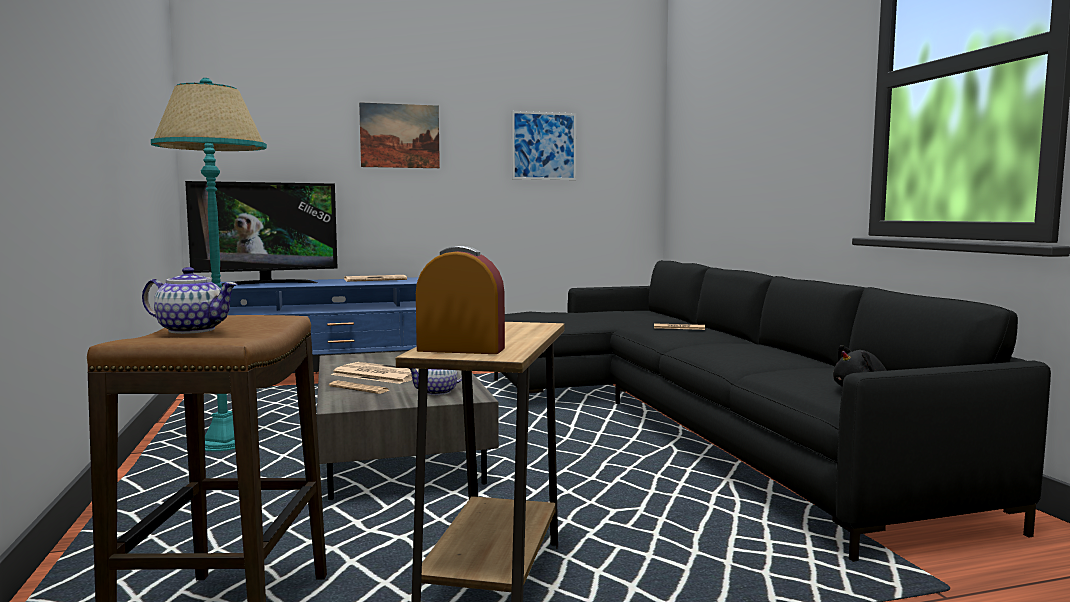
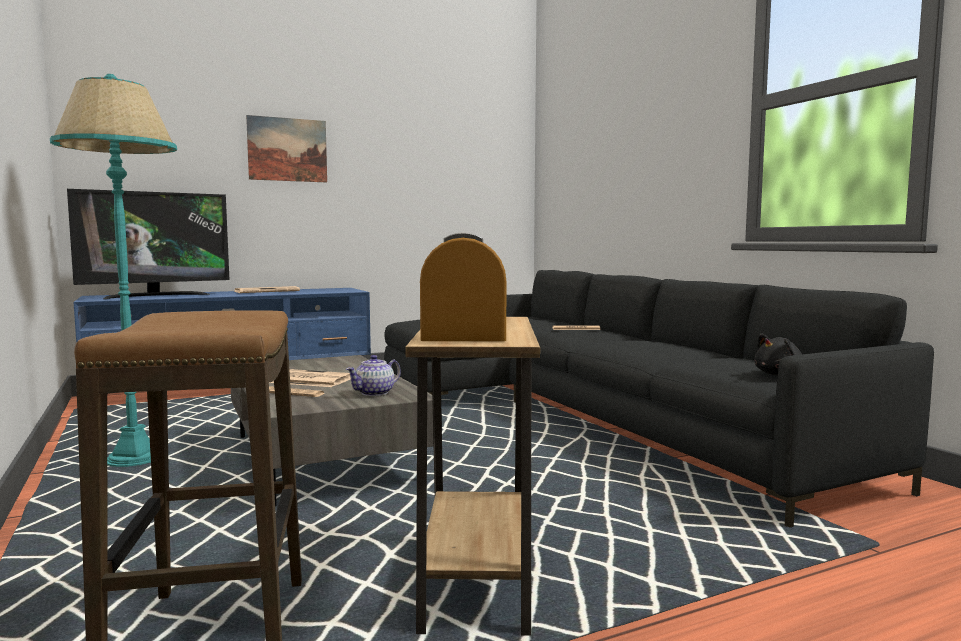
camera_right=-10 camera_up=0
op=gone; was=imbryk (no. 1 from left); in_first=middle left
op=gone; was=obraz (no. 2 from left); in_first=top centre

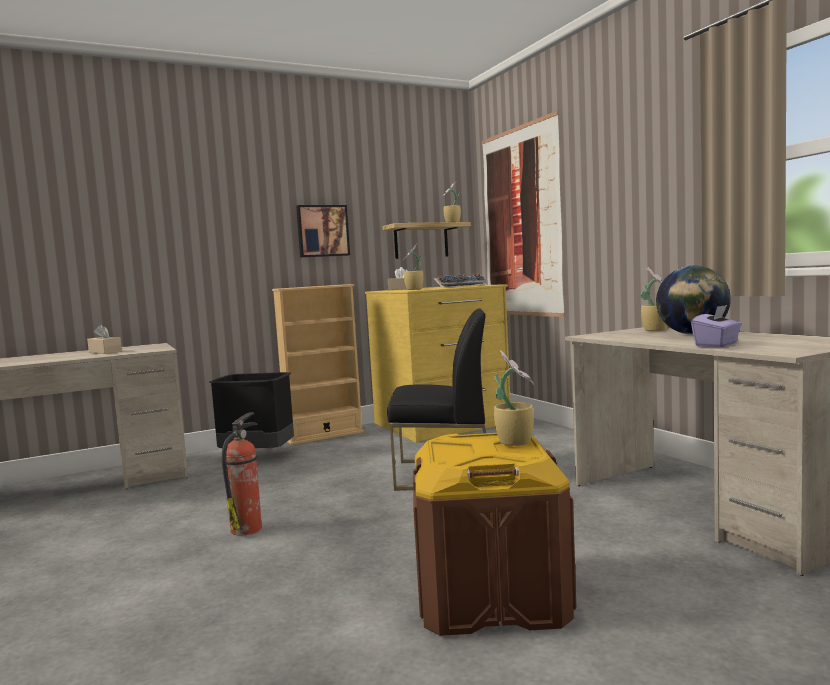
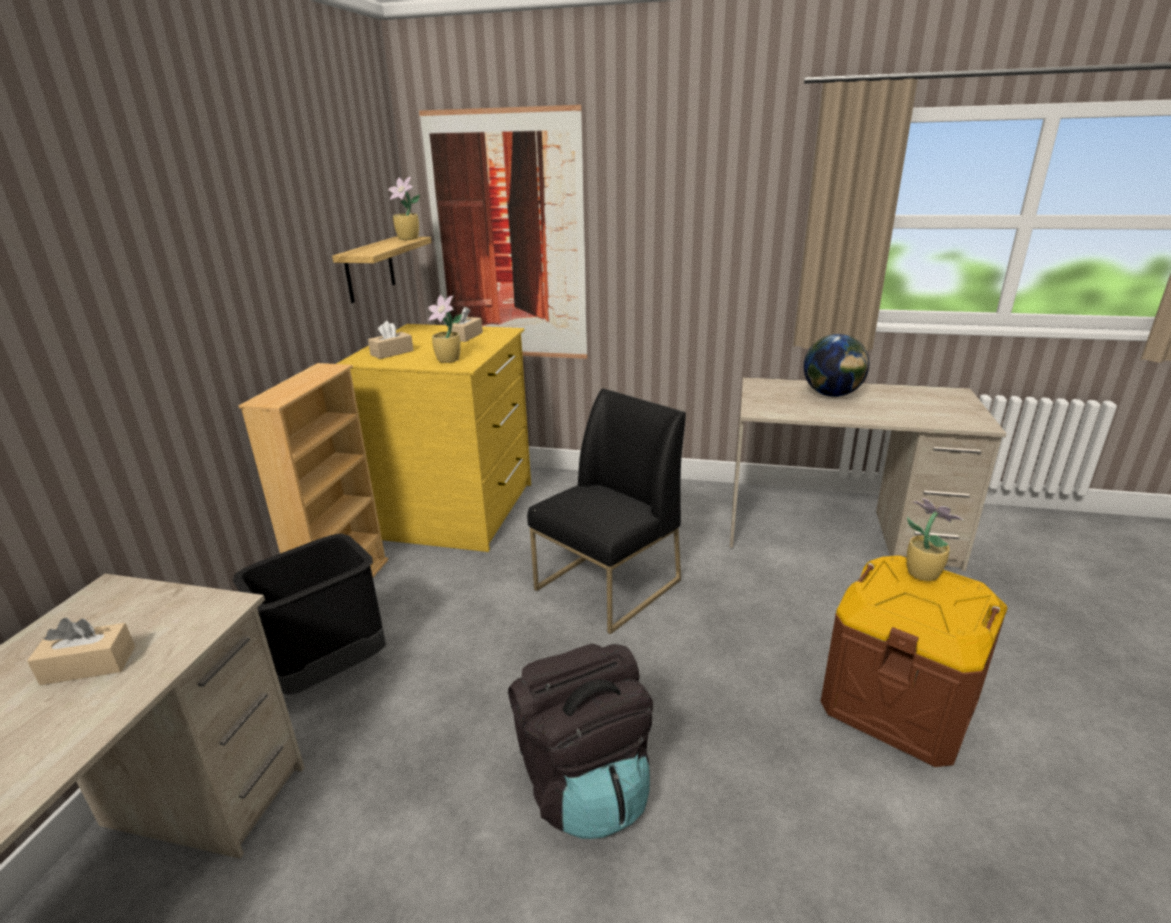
camera_right=-50 camera_up=20
op=swapped; was=klawiatura; now=pudełko chusteczek [beżowy] (no. 3 from left); in_first=centre; in_second=centre
op=swapped; was=gaśnica; now=plecak [czarny]; in_first=bottom left; in_second=bottom centre
op=gone; was=obraz (no. 1 from left); in_first=centre
op=gone; was=roślina doniczkowa (no. 4 from left); in_first=middle right
op=gone; was=pudełko chusteczek [fioletowy]; in_first=middle right

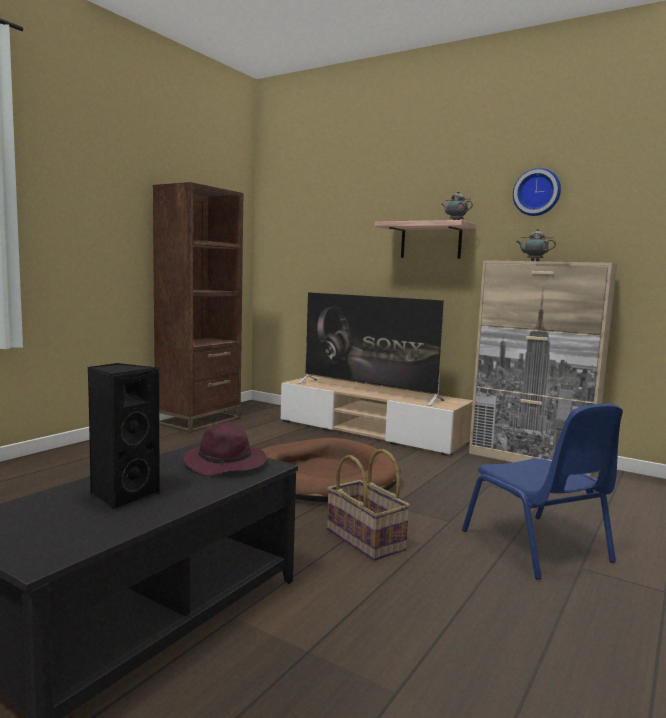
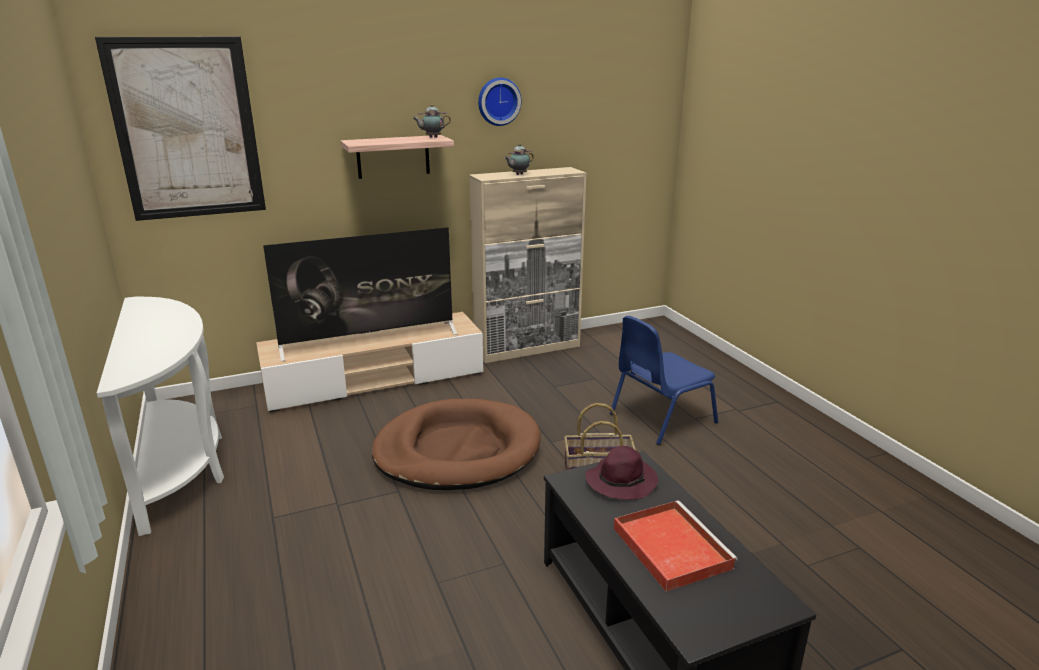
camera_right=-55 camera_up=15
op=new; now=obraz; in_second=top left
op=swapped; was=regał [brązowy]; now=stolik konsolowy [biały]; in_first=middle left; in_second=middle left
op=rotated; was=krzesło [niebieski]; in_first=bottom right; in_second=centre; clockwise=135
op=swapped; was=głośnik [czarny]; now=taca [czerwony]; in_first=middle left; in_second=bottom centre

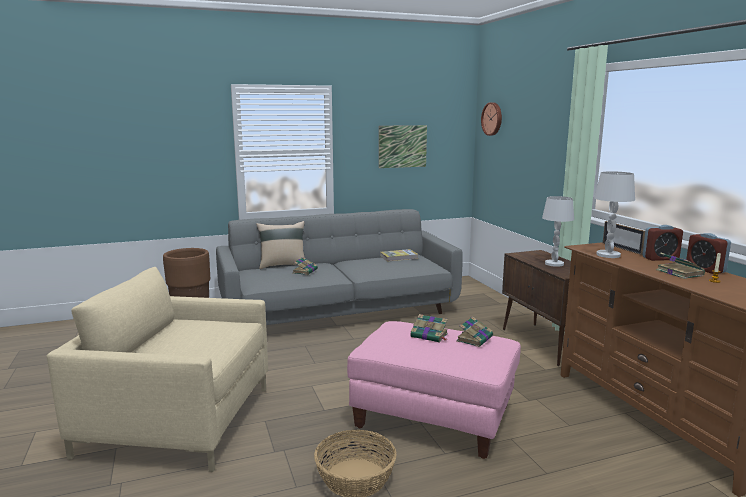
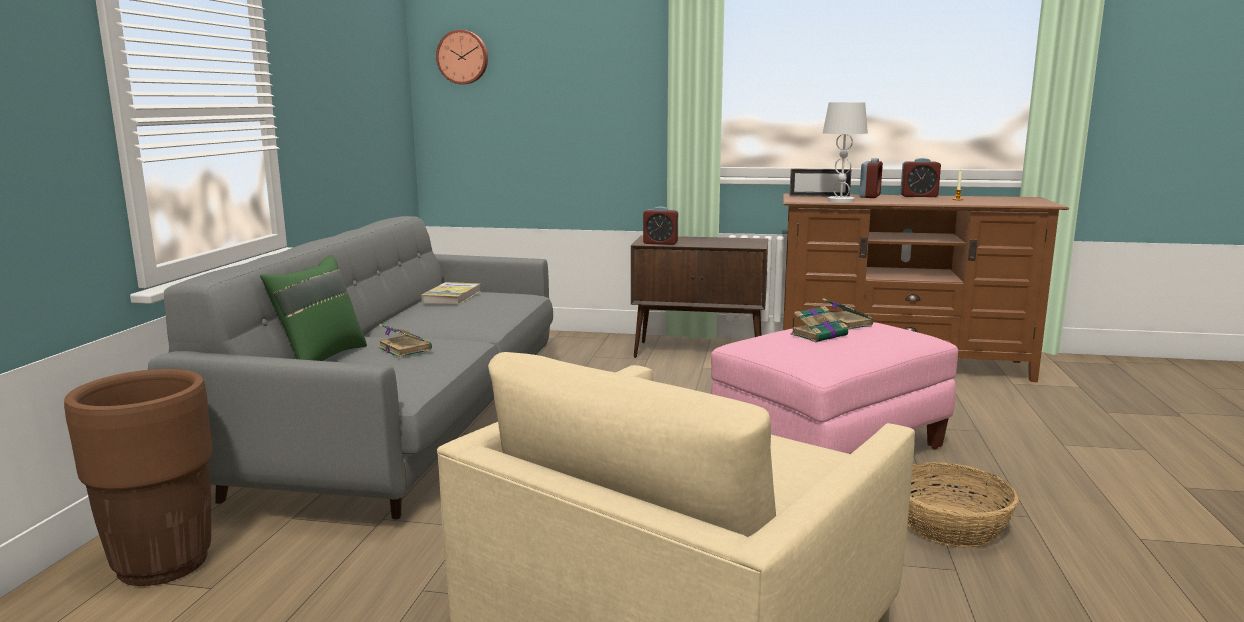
camera_right=-60 camera_up=0
op=repainted; was=poduszka [beżowy]; now=poduszka [zielony]; in_first=centre; in_second=middle left
op=new; now=budzik (no. 1 from left); in_second=centre
op=gone; was=obraz; in_first=top centre
op=gone; was=lampa stołowa [biały] (no. 1 from left); in_first=middle right
op=gone; was=książka (no. 5 from left); in_first=middle right

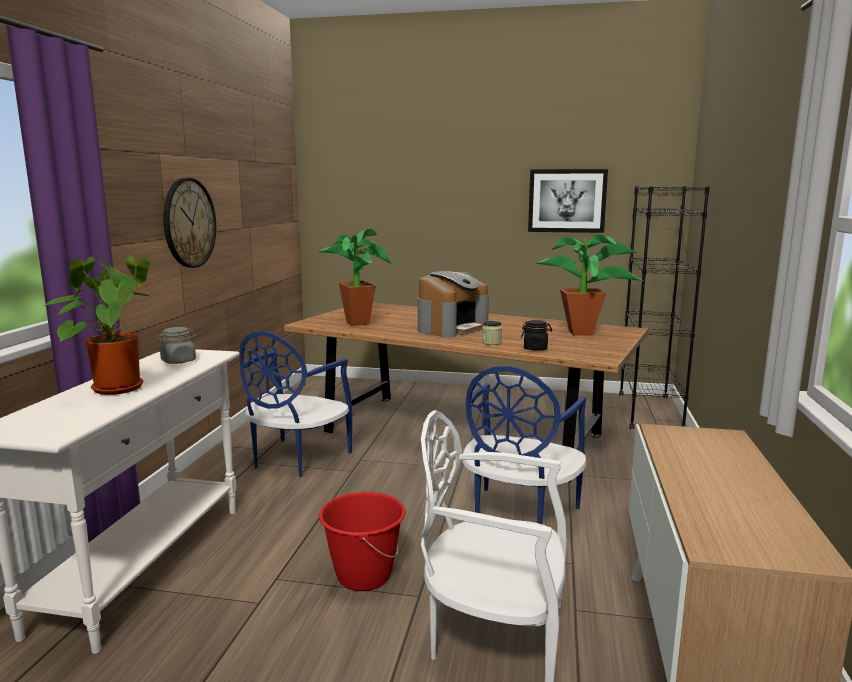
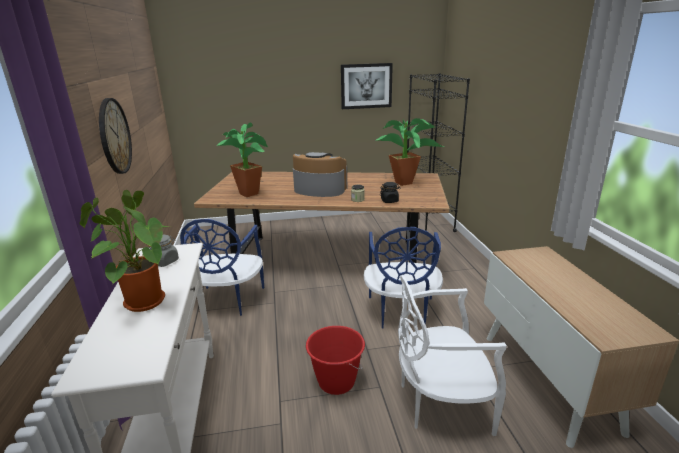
camera_right=-20 camera_up=10
op=rotated; was=ekspres do kawy; in_first=centre; in_second=centre; clockwise=-90

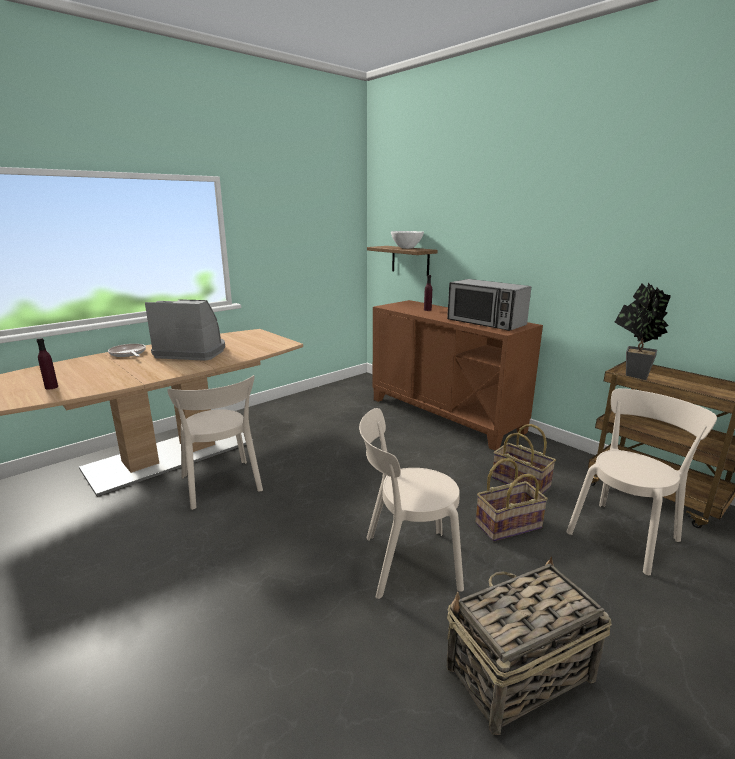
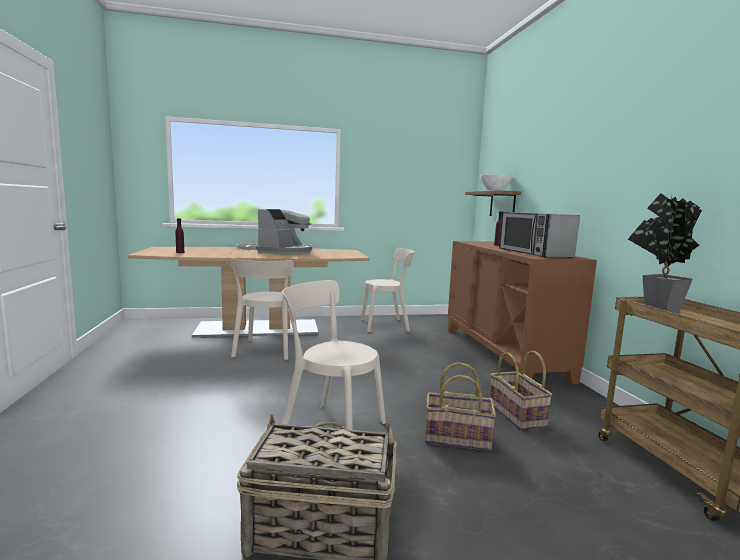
camera_right=30 camera_up=-10
op=rotated; was=ekspres do kawy; in_first=middle left; in_second=centre; clockwise=75
op=shifted; was=krzesło [beżowy] (no. 3 from left); in_first=middle right; in_second=centre

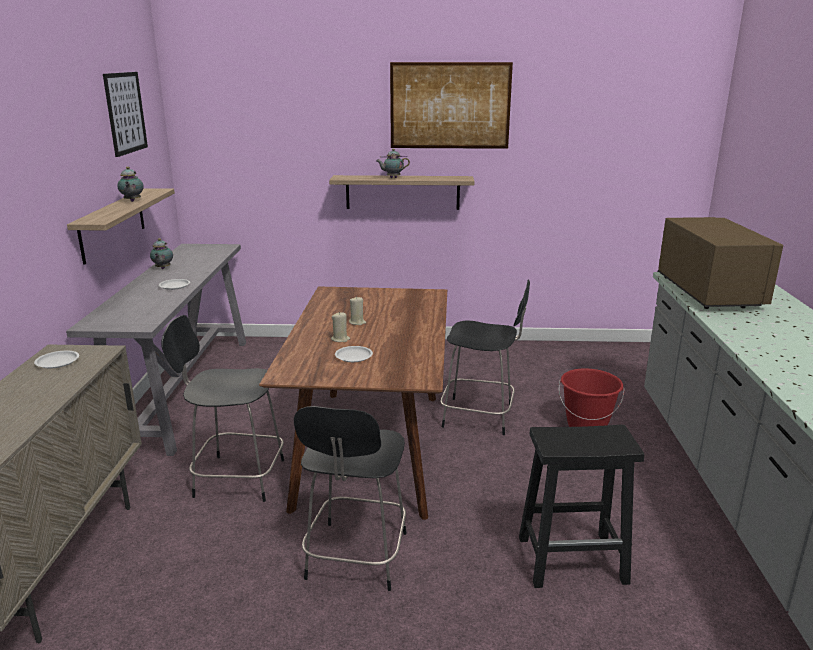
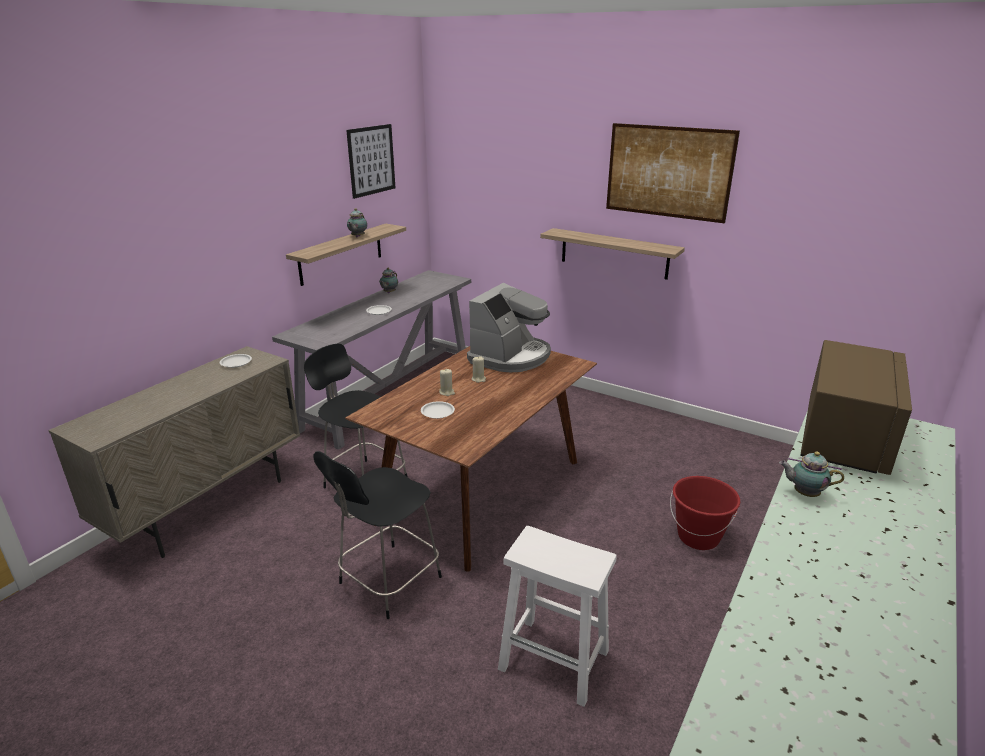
camera_right=30 camera_up=5
op=new; now=ekspres do kawy; in_second=centre
op=repainted; was=stołek [czarny]; now=stołek [biały]; in_first=bottom right; in_second=bottom centre
op=shifted; was=imbryk (no. 3 from left); in_first=top centre; in_second=middle right
op=gone; was=krzesło [czarny] (no. 3 from left); in_first=centre

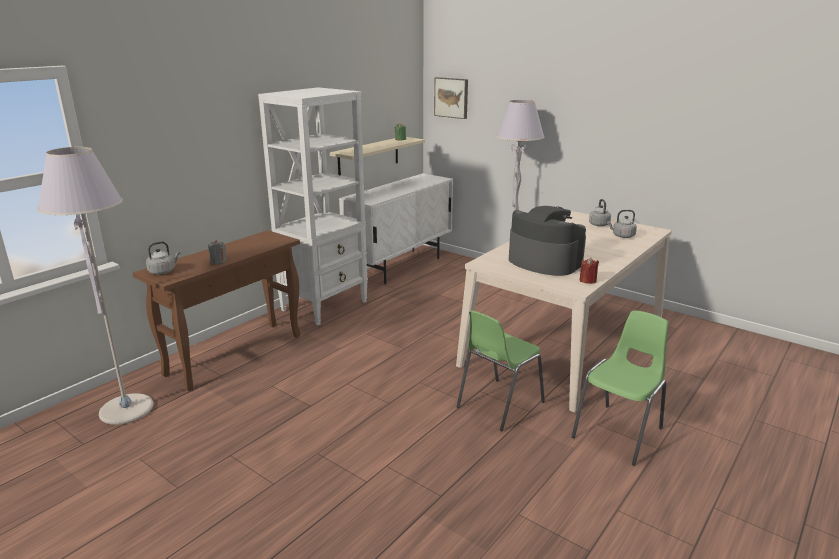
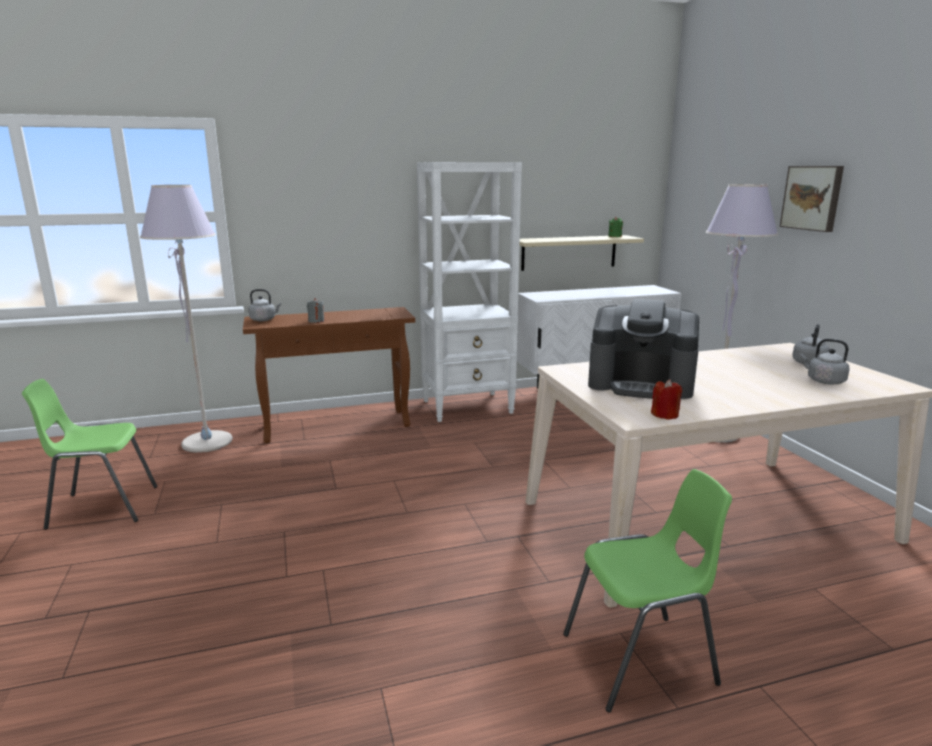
camera_right=35 camera_up=-5
op=shifted; was=krzesło [zielony] (no. 1 from left); in_first=centre; in_second=middle left
op=rotated; was=ekspres do kawy; in_first=centre; in_second=middle right; clockwise=120
op=shifted; was=obraz; in_first=top centre; in_second=top right

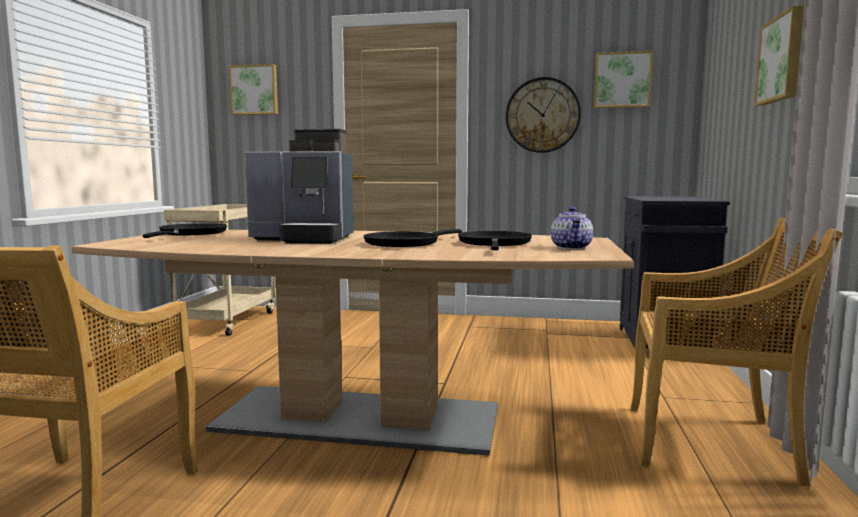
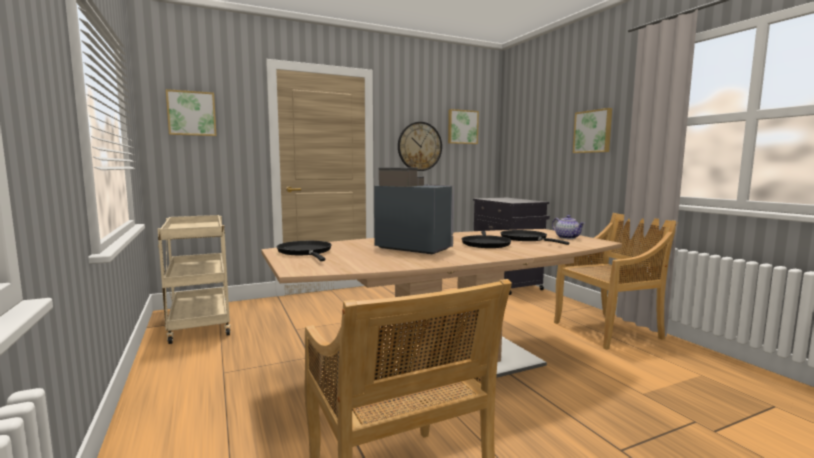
camera_right=-35 camera_up=0
op=rotated; was=ekspres do kawy; in_first=centre; in_second=centre; clockwise=-120

